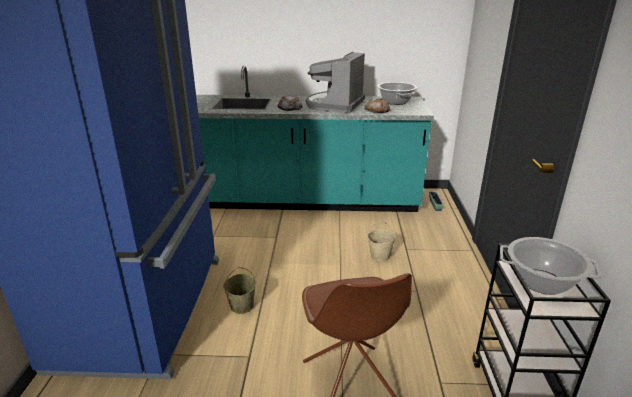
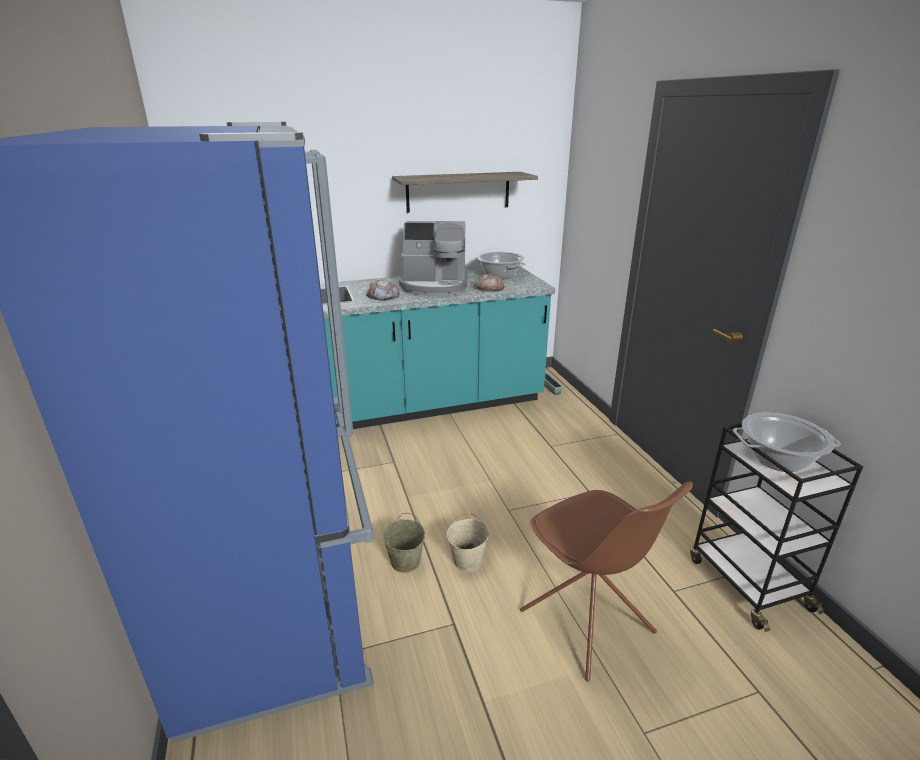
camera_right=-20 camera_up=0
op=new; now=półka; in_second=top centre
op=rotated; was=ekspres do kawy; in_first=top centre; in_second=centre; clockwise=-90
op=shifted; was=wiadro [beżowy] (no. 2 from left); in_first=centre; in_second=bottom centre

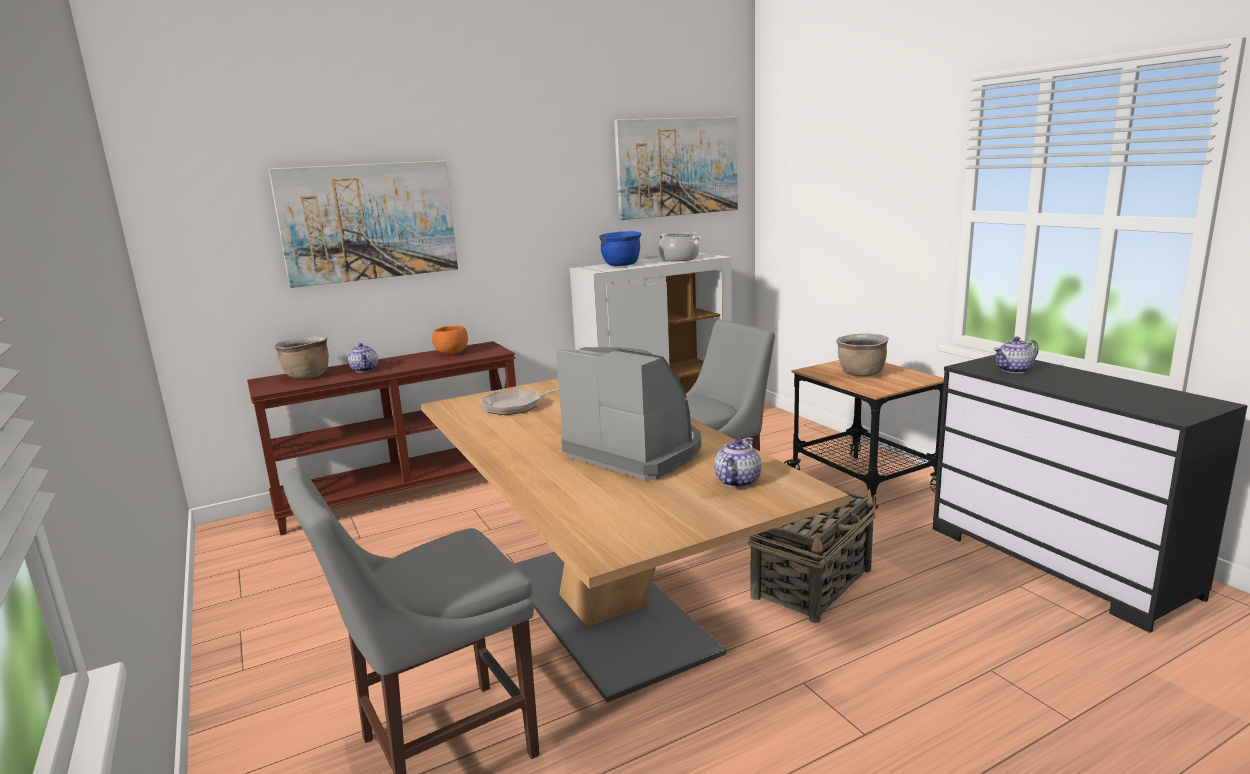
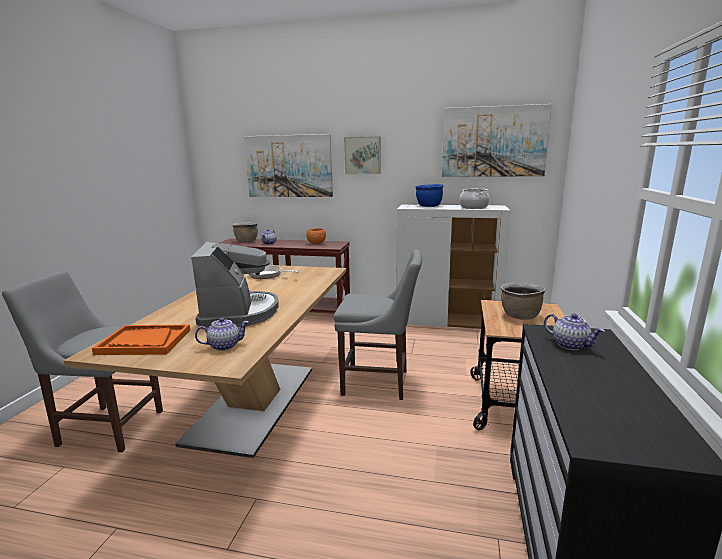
camera_right=40 camera_up=0
op=new; now=taca [pomarańczowy]; in_second=middle left
op=new; now=obraz (no. 2 from left); in_second=top centre
op=rotated; was=imbryk (no. 3 from left); in_first=middle right; in_second=middle right; clockwise=-150
op=gone; was=koszyk; in_first=bottom centre

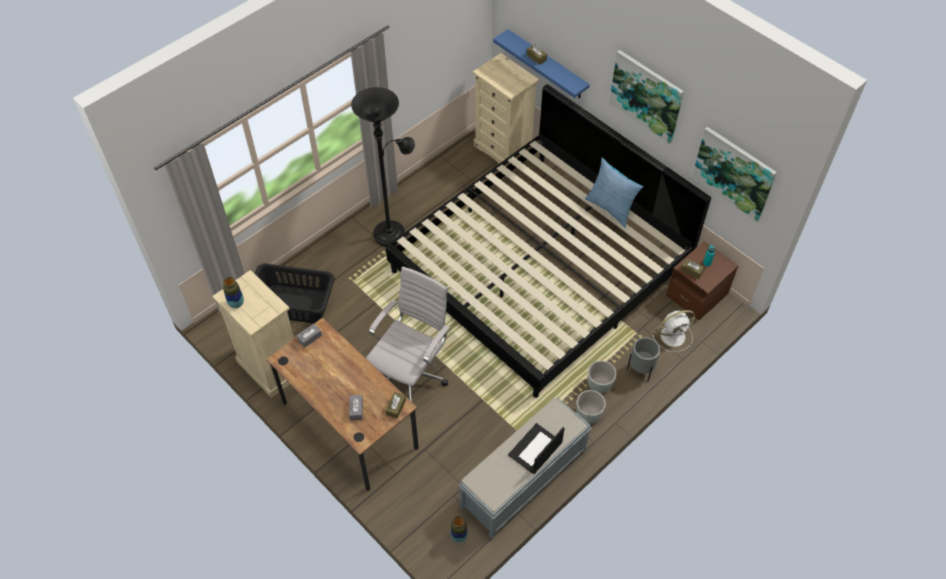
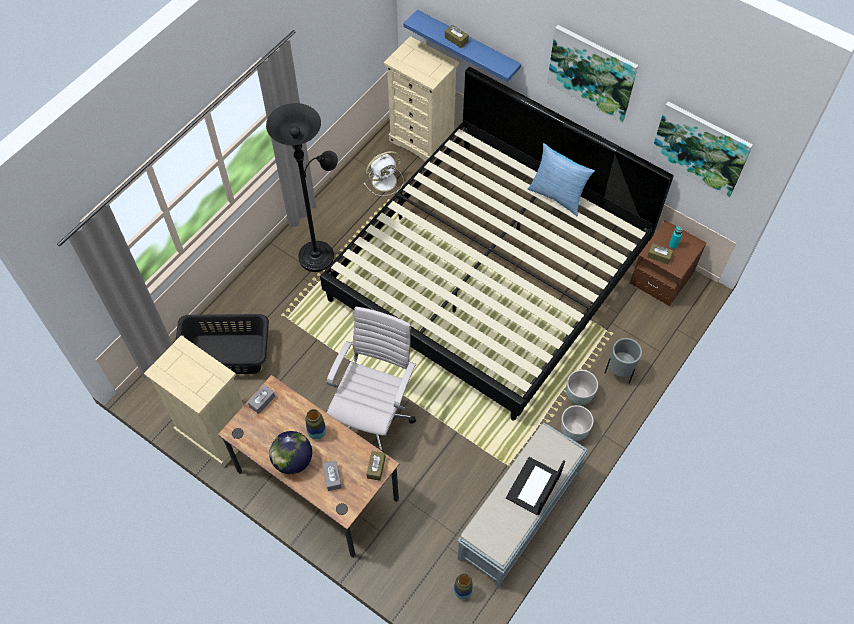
camera_right=-10 camera_up=5
op=new; now=globus; in_second=bottom centre
op=shifted; was=wazon (no. 1 from left); in_first=middle left; in_second=bottom centre
op=shifted; was=wentylator [biały]; in_first=middle right; in_second=top centre

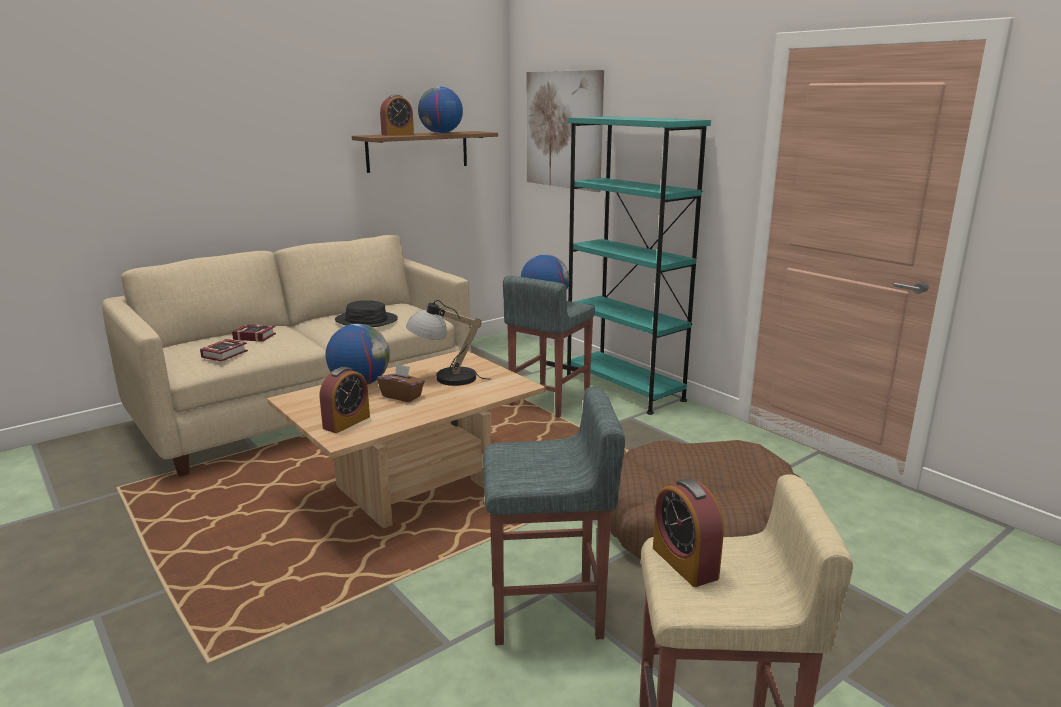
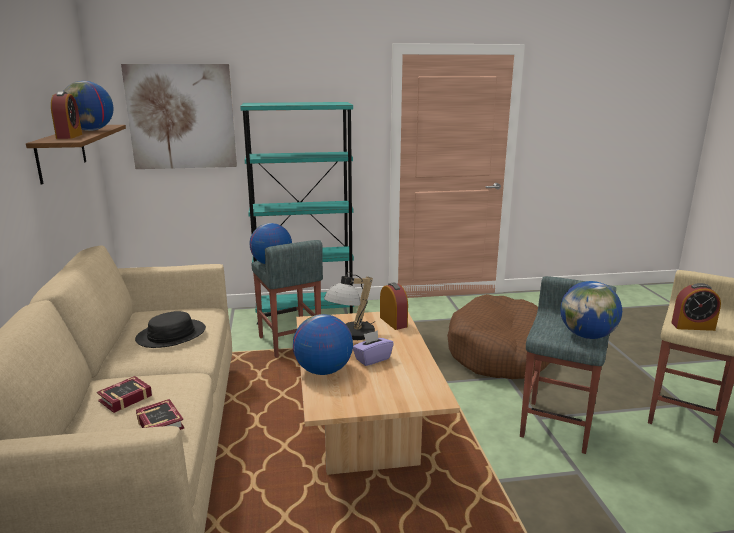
camera_right=-60 camera_up=0
op=repainted; was=pudełko chusteczek [brązowy]; now=pudełko chusteczek [fioletowy]; in_first=centre; in_second=centre
op=shifted; was=budzik (no. 1 from left in the first image); now=budzik (no. 2 from left); in_first=middle left; in_second=centre
op=new; now=globus (no. 4 from left); in_second=middle right

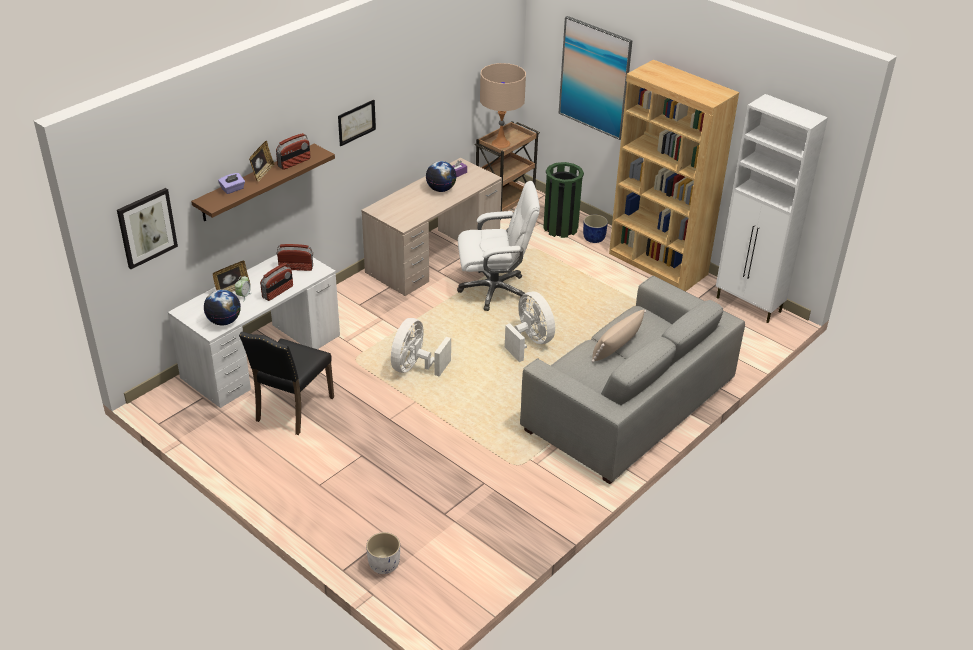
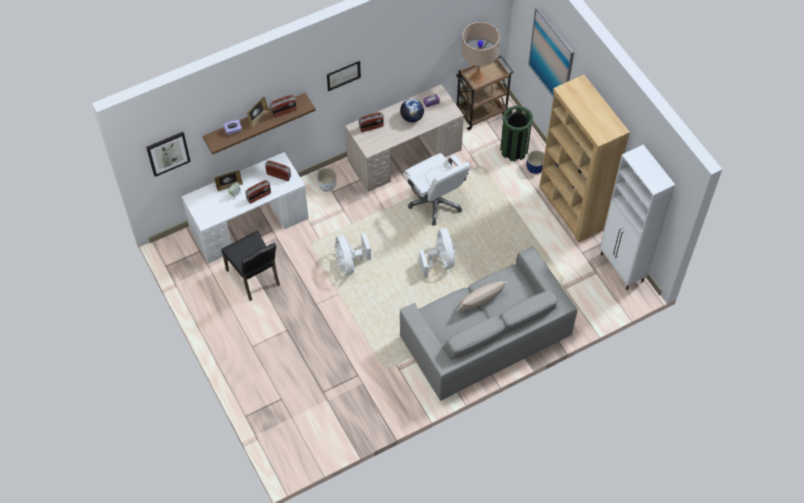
camera_right=20 camera_up=20
op=rotated; was=krzesło [czarny]; in_first=middle left; in_second=middle left; clockwise=-75
op=shifted; was=donica [biały]; in_first=bottom centre; in_second=centre
op=rotated; was=wentylator [biały] (no. 1 from left); in_first=centre; in_second=centre; clockwise=-60
op=new; now=radio (no. 4 from left); in_second=top centre
op=rotated; was=krzesło biurowe [biały]; in_first=centre; in_second=centre; clockwise=45
op=gone; was=globus (no. 1 from left); in_first=middle left

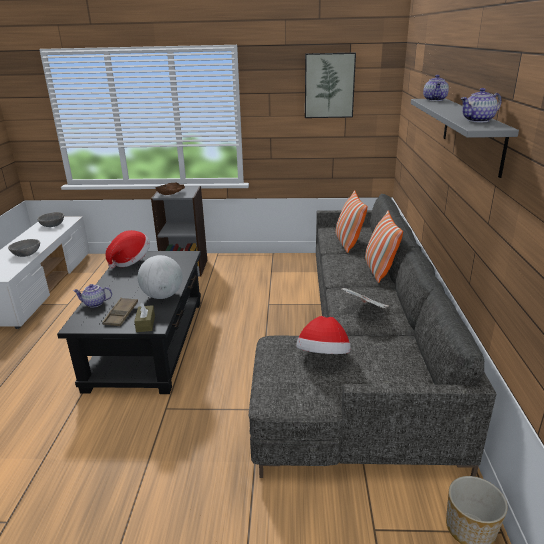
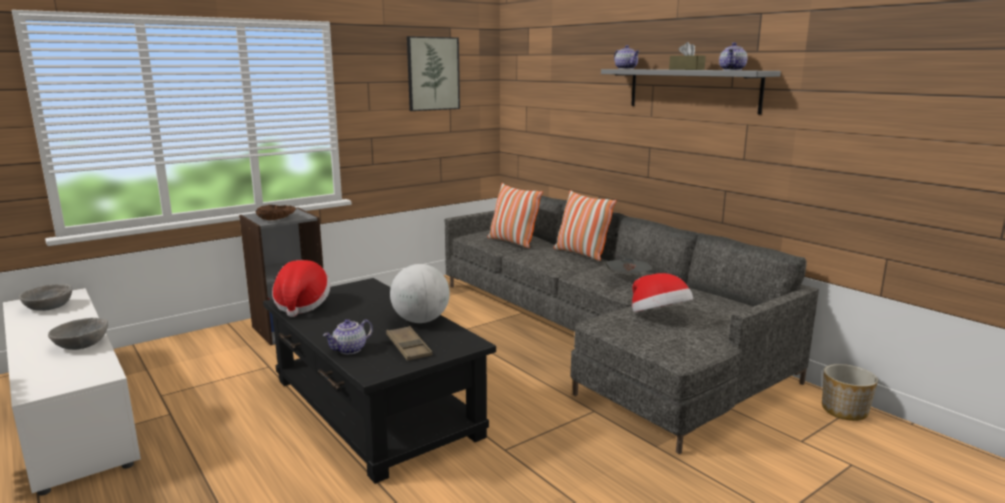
camera_right=-40 camera_up=-10
op=shifted; was=pudełko chusteczek [brązowy]; in_first=middle left; in_second=top right

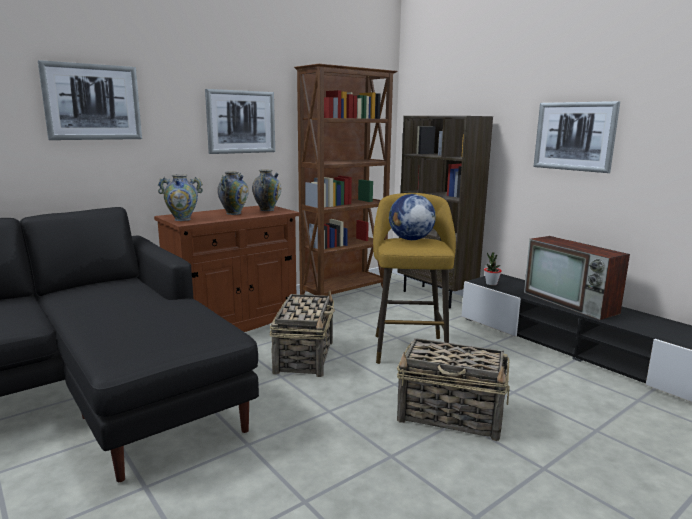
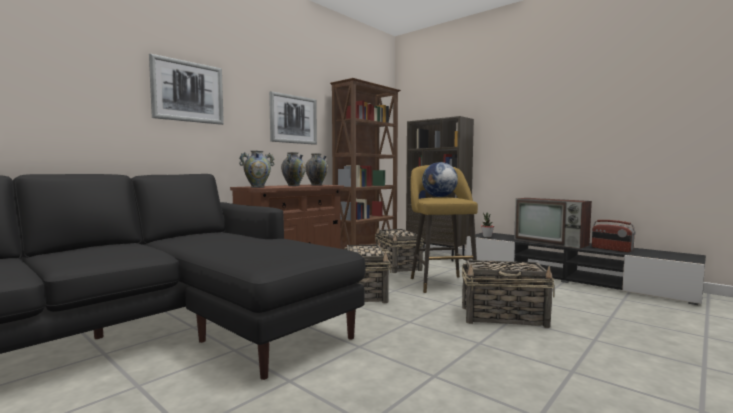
camera_right=-10 camera_up=-10
op=new; now=koszyk (no. 2 from left); in_second=centre
op=new; now=radio; in_second=middle right
op=gone; was=obraz (no. 3 from left); in_first=top right

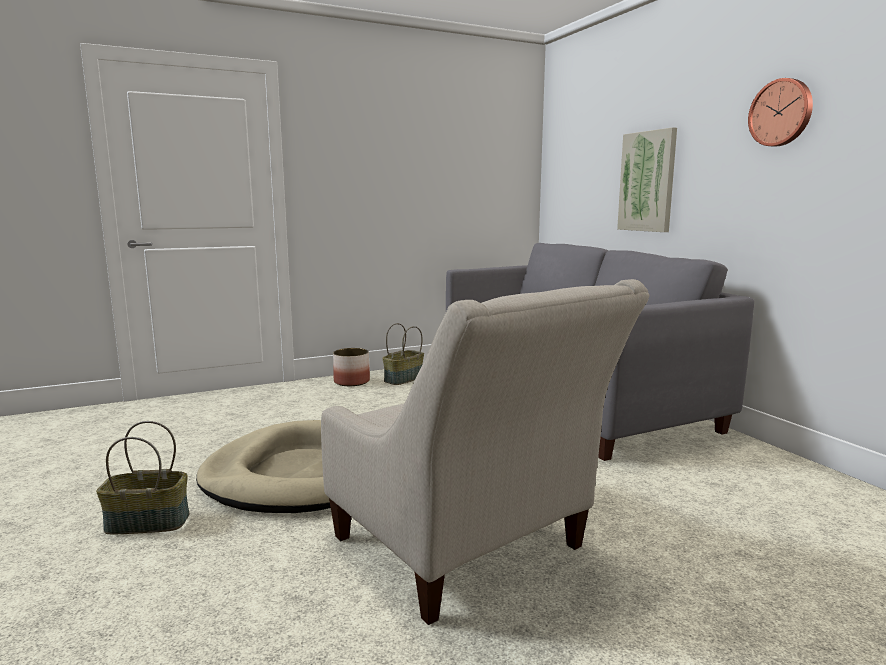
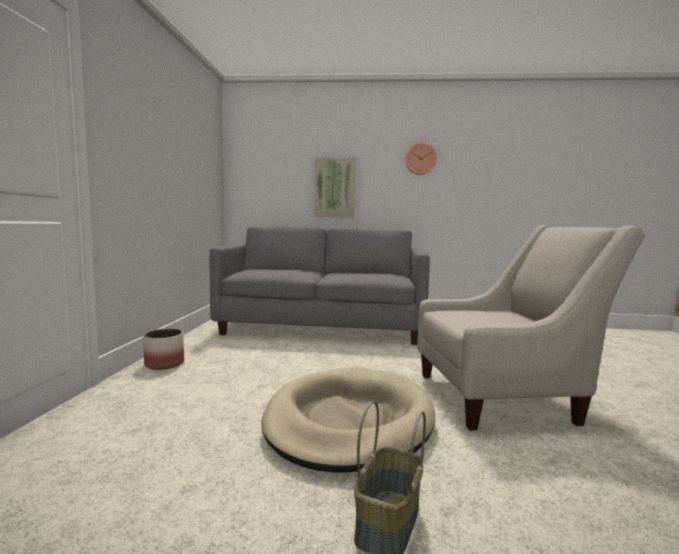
camera_right=-60 camera_up=-5
op=gone; was=koszyk (no. 2 from left); in_first=centre

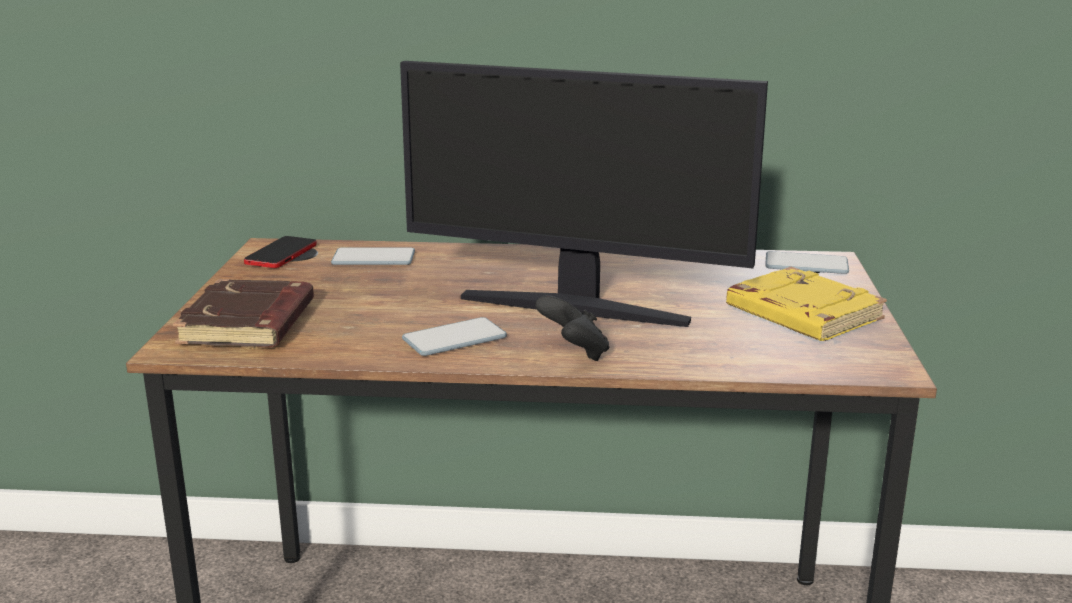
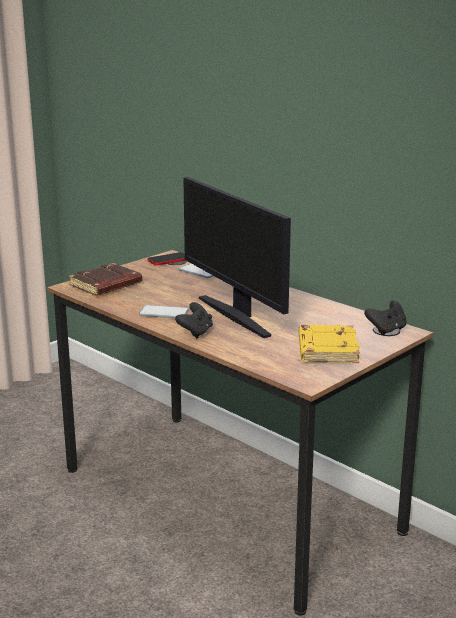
camera_right=40 camera_up=0
op=swapped; was=telefon (no. 4 from left); now=pad do gier [czarny] (no. 2 from left); in_first=middle right; in_second=middle right

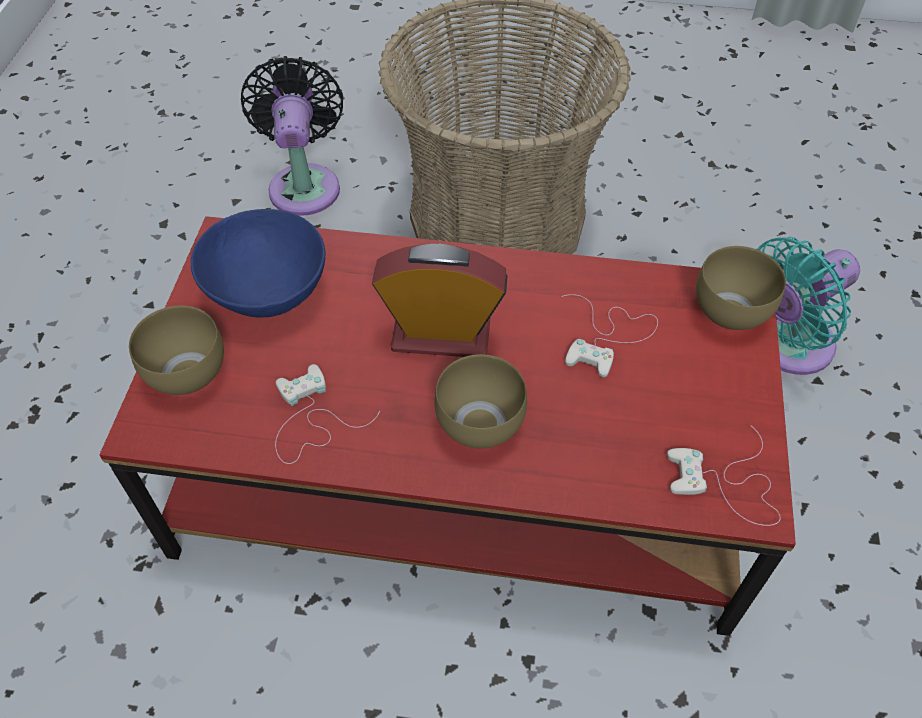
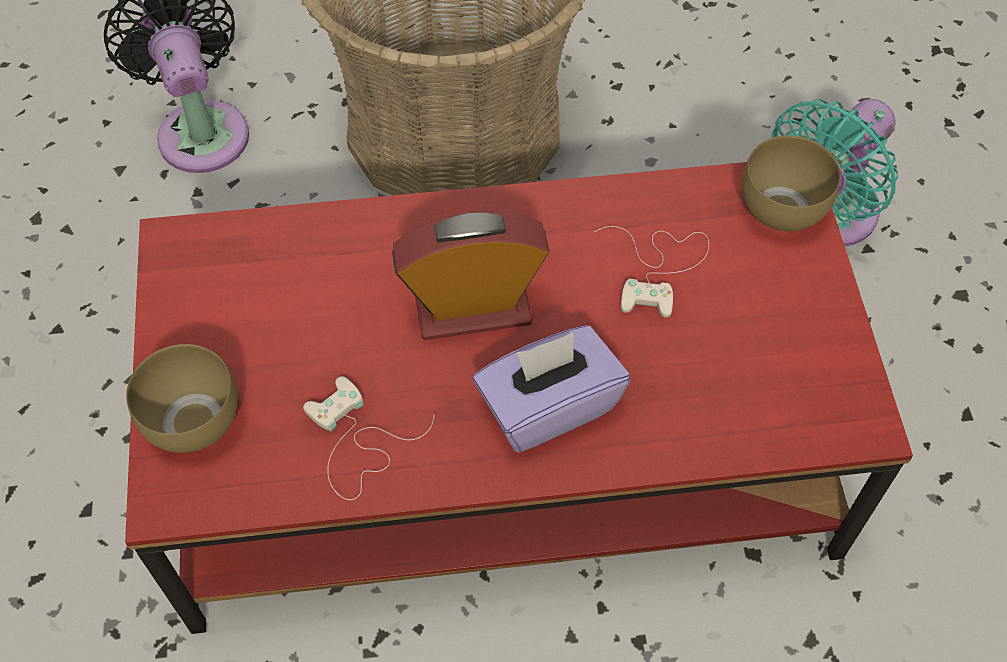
camera_right=-15 camera_up=5
op=swapped; was=miska [brązowy] (no. 2 from left); now=pudełko chusteczek [fioletowy]; in_first=centre; in_second=centre
op=gone; was=miska [niebieski]; in_first=middle left
op=gone; was=pad do gier [biały] (no. 3 from left); in_first=middle right

